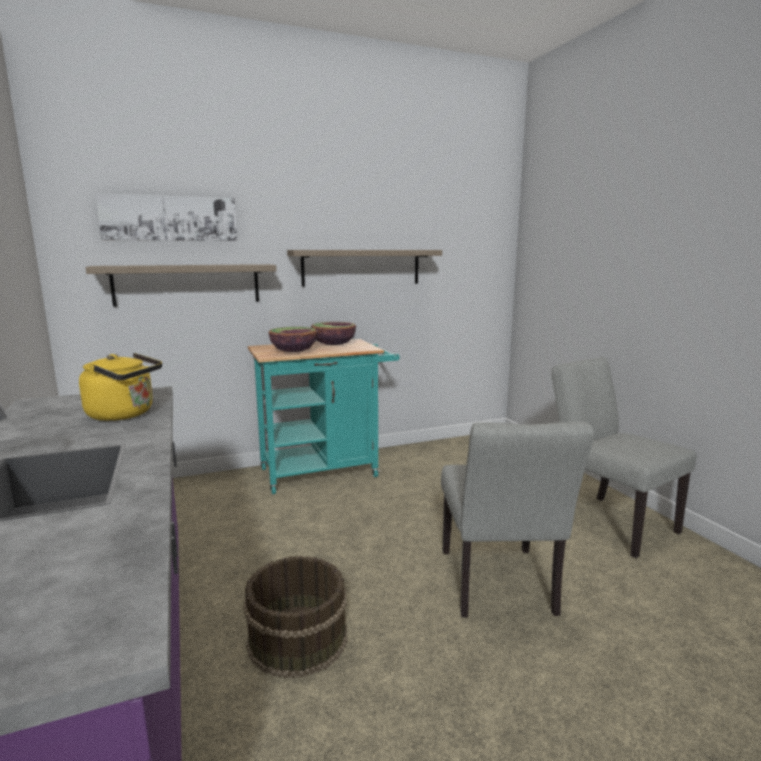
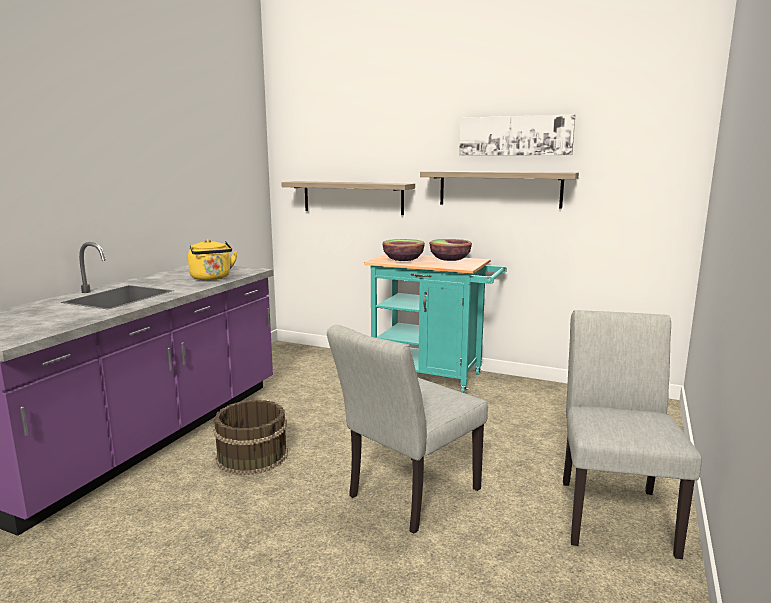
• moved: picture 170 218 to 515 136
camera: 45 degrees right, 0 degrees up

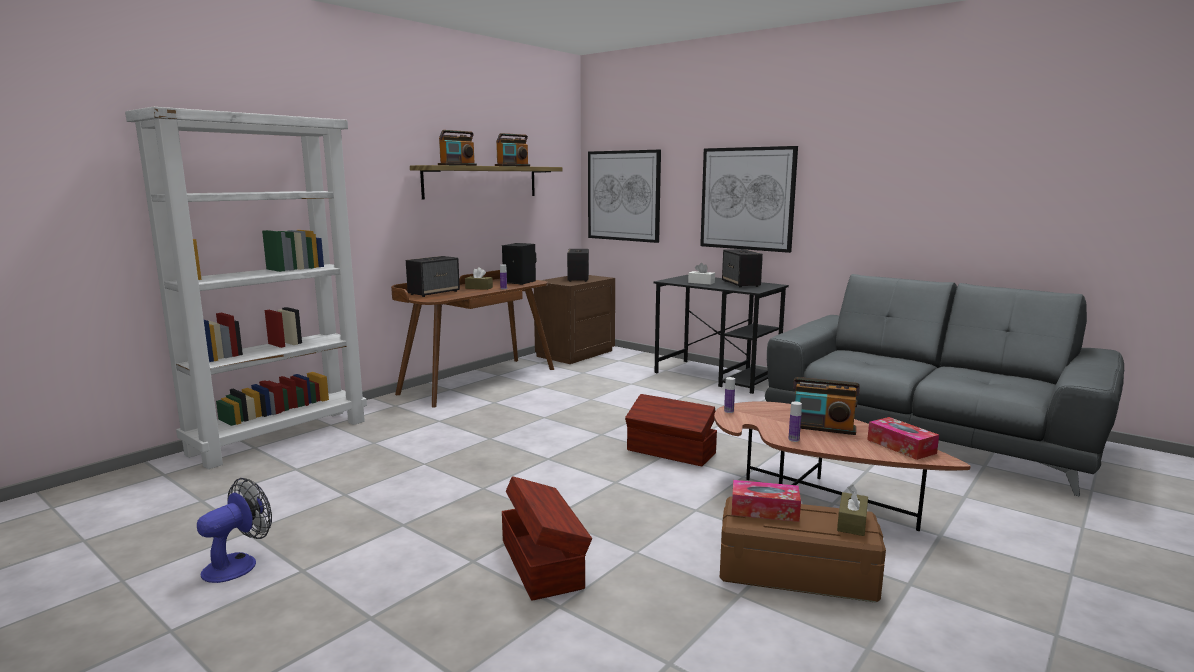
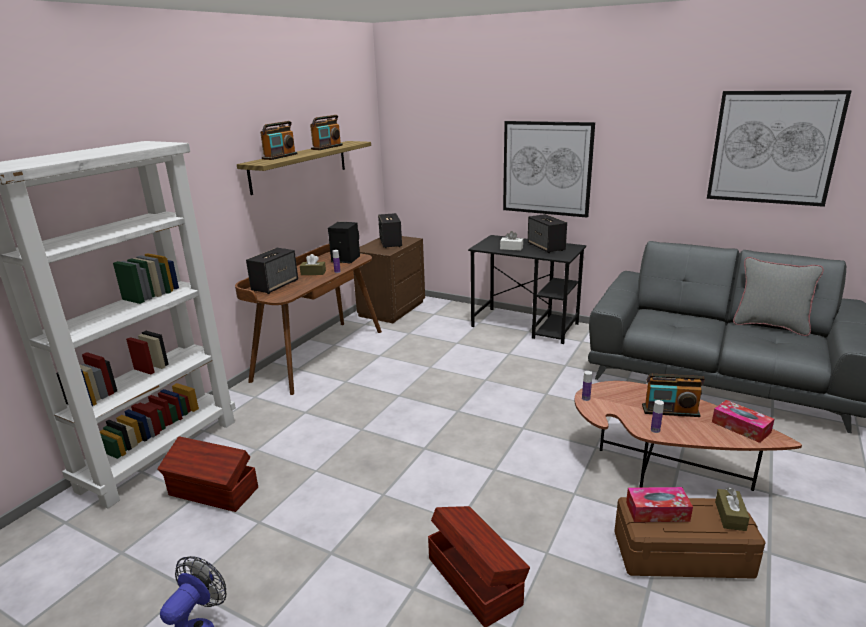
• moved: picture 623 196 to 773 148
• moved: brown storage box 671 452 to 213 492
• added: grey pillow 770 325
camera: 10 degrees left, 10 degrees up

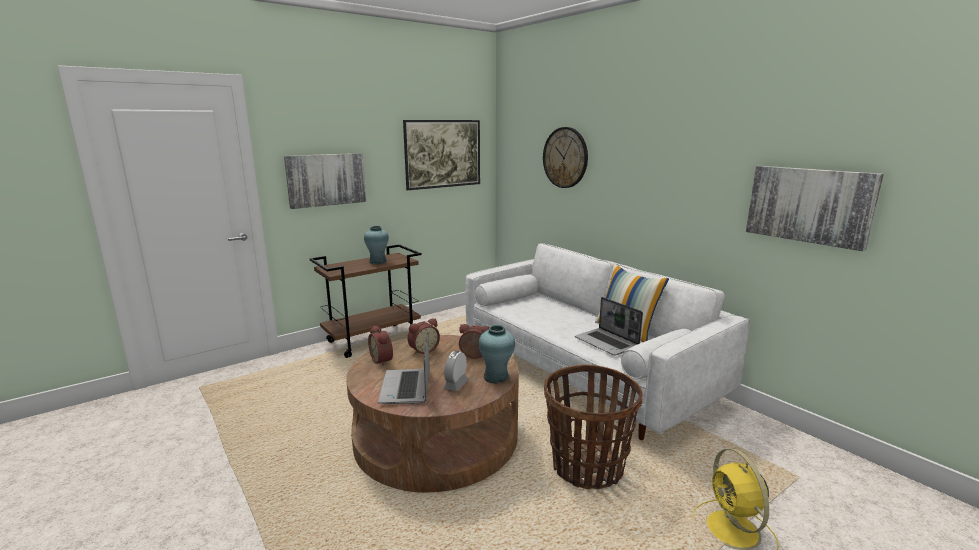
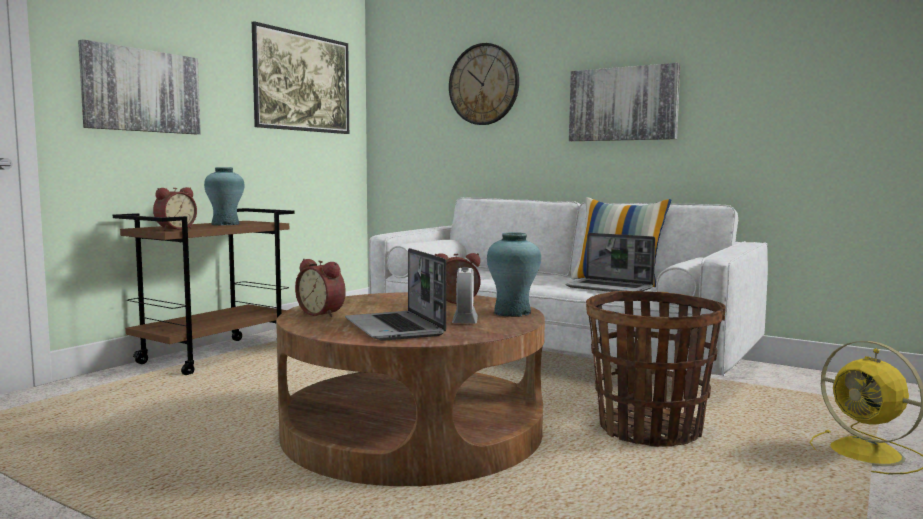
• moved: picture 809 205 to 623 104
• moved: alarm clock 423 350 to 174 229
camera: 20 degrees left, 10 degrees down

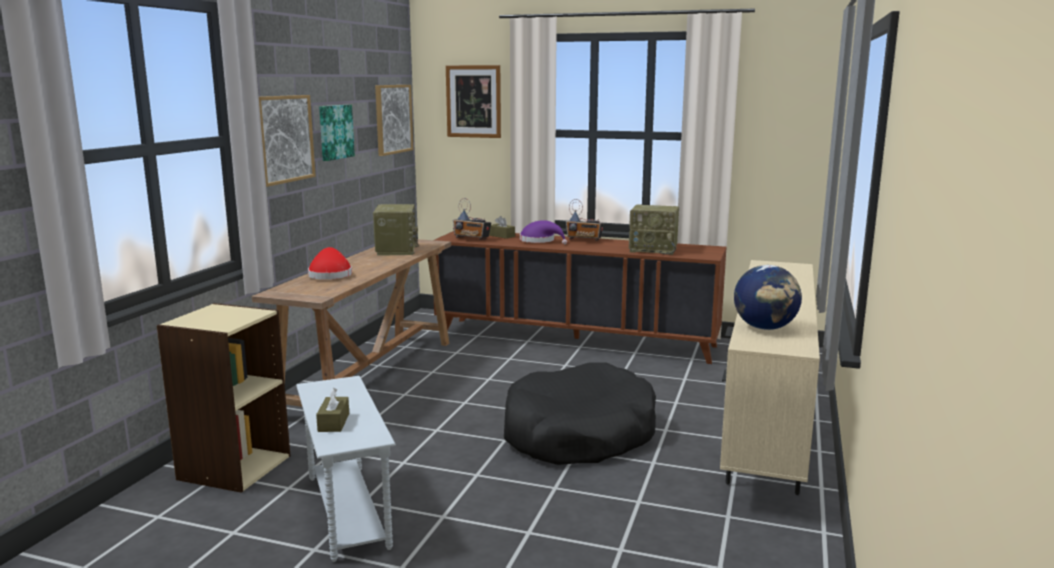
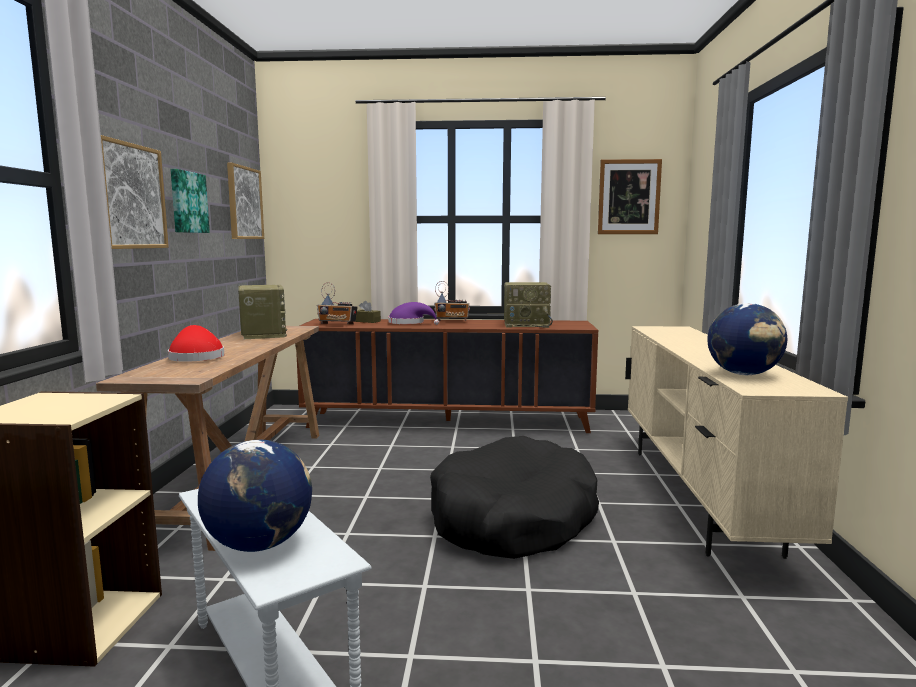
• moved: picture 473 101 to 629 197
• replaced: brown tissue box 333 422 to globe 259 544
camera: 15 degrees left, 5 degrees down

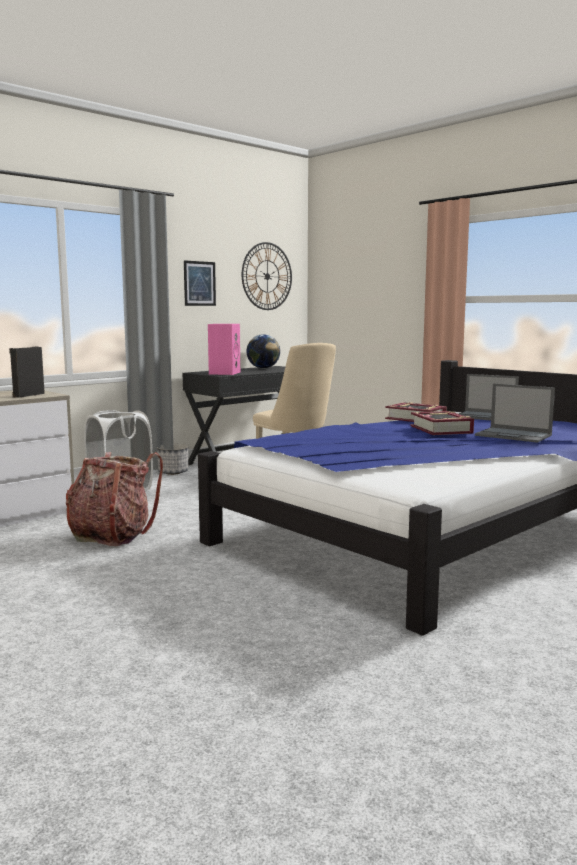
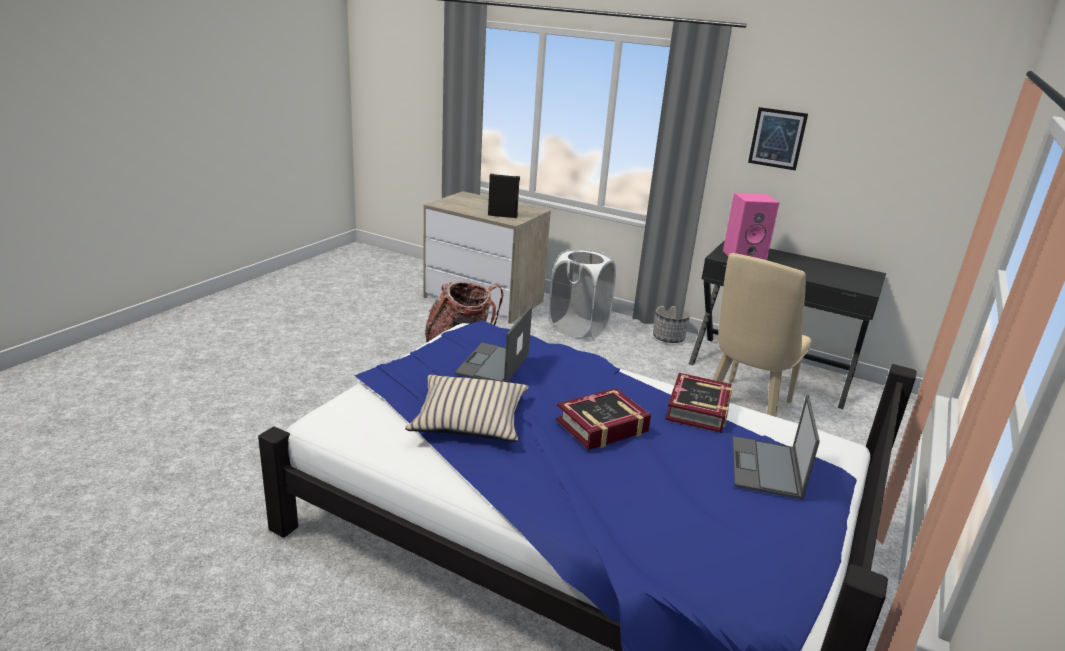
• removed: wall clock 267 276
• removed: globe 263 368
• moved: laptop 514 435 to 493 364
• added: beige pillow 469 419
camera: 70 degrees right, 15 degrees up

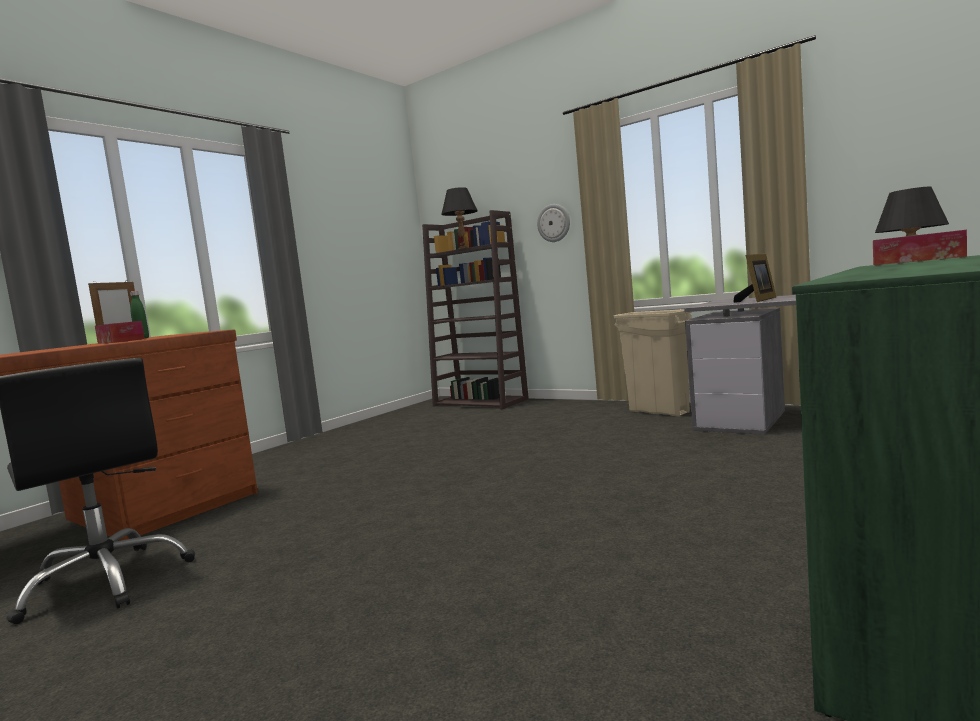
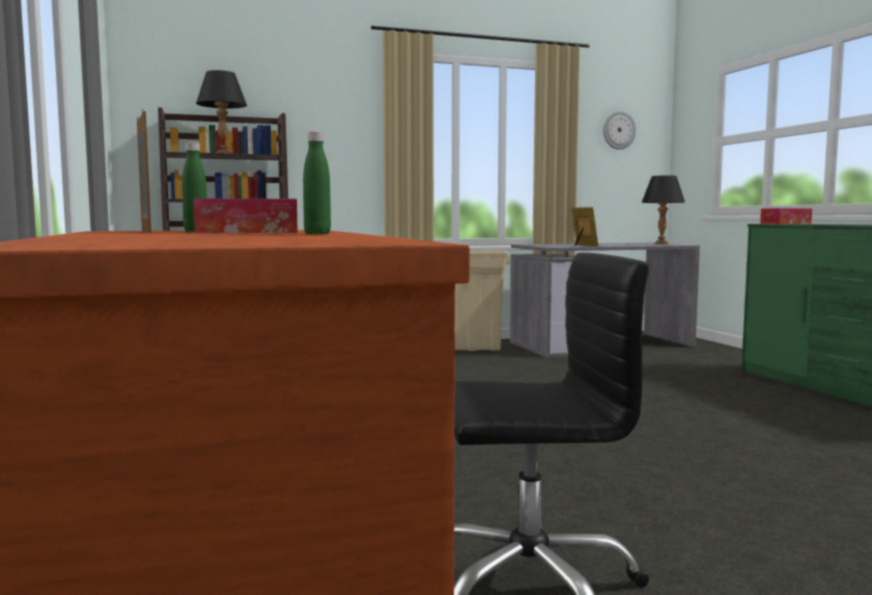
• moved: wall clock 554 223 to 618 130
• added: green bottle 317 233
camera: 55 degrees left, 0 degrees up

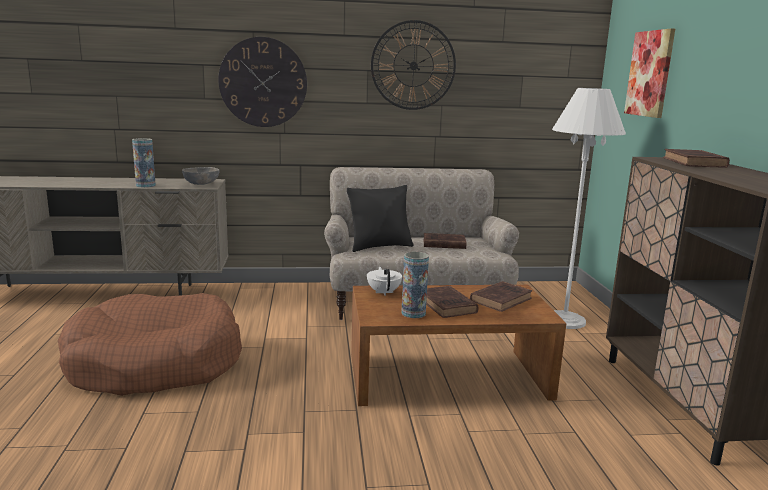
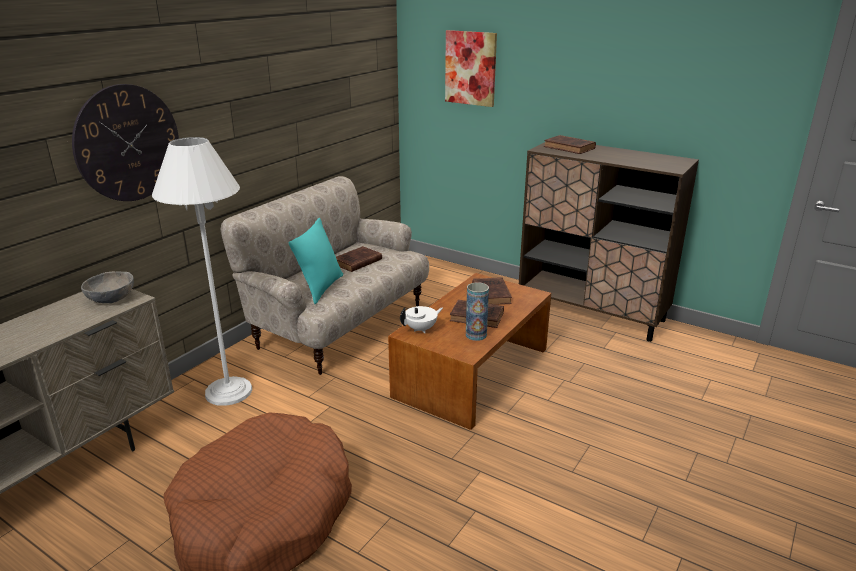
• removed: wall clock 413 65
• moved: white floor lamp 564 320 to 229 391
• removed: vase 145 185
• recoloured: black pillow 380 246 to turquoise pillow 321 288
• turned: white teapot 384 292 = 421 329 120 degrees clockwise
camera: 50 degrees left, 10 degrees up

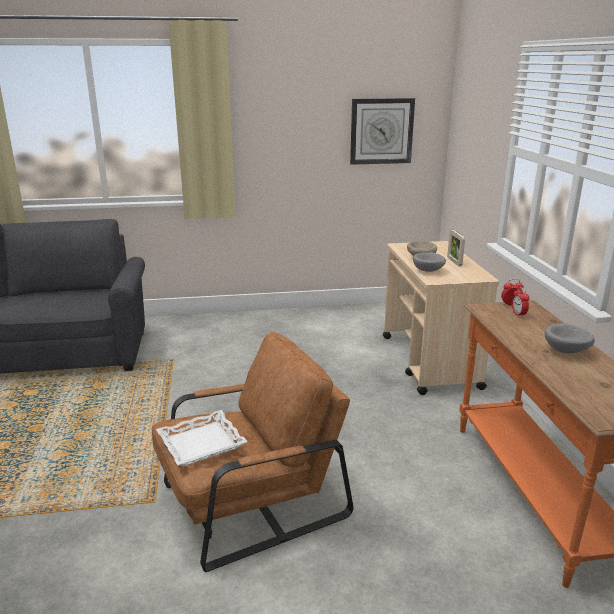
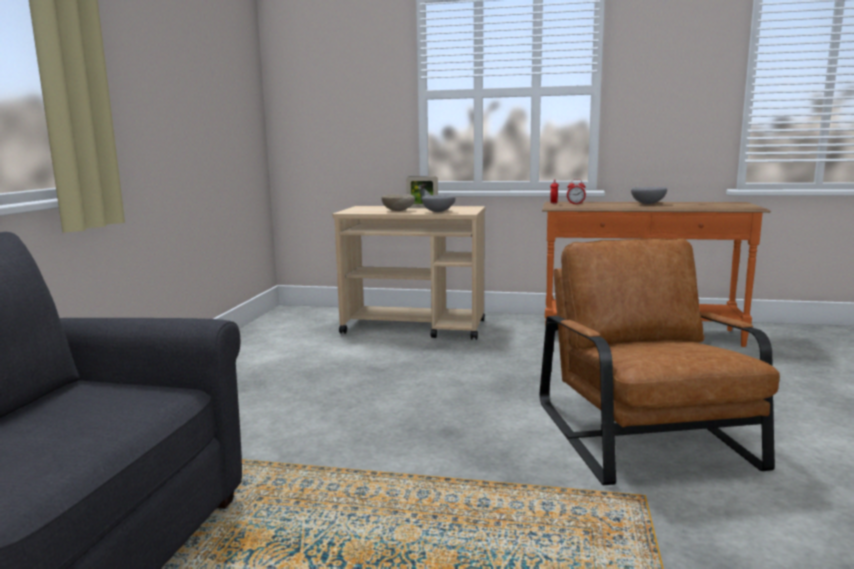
• removed: wall clock 381 131
• removed: white tray 201 443
camera: 70 degrees left, 10 degrees down

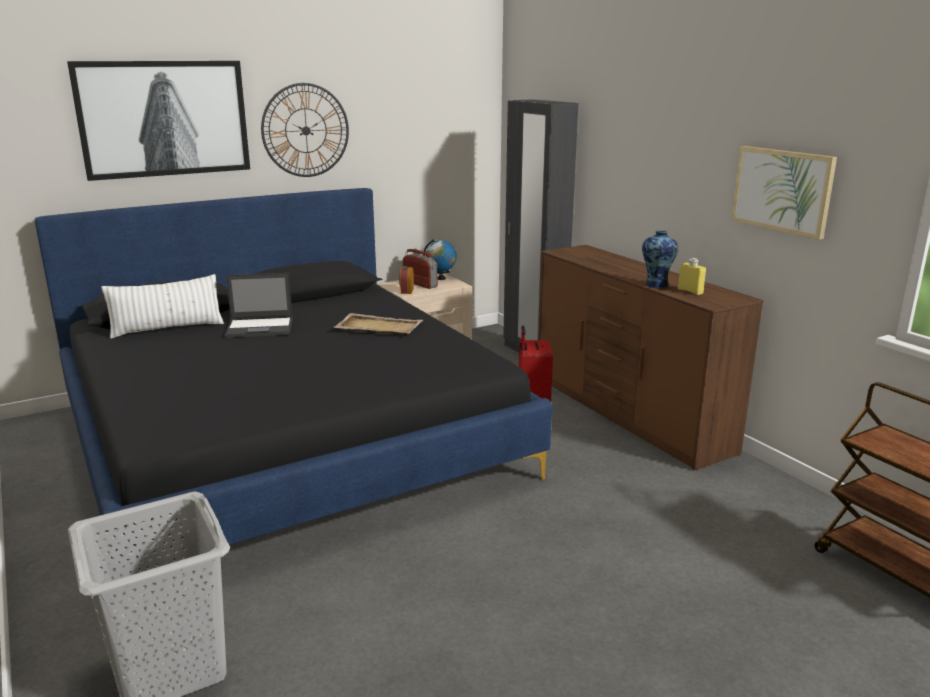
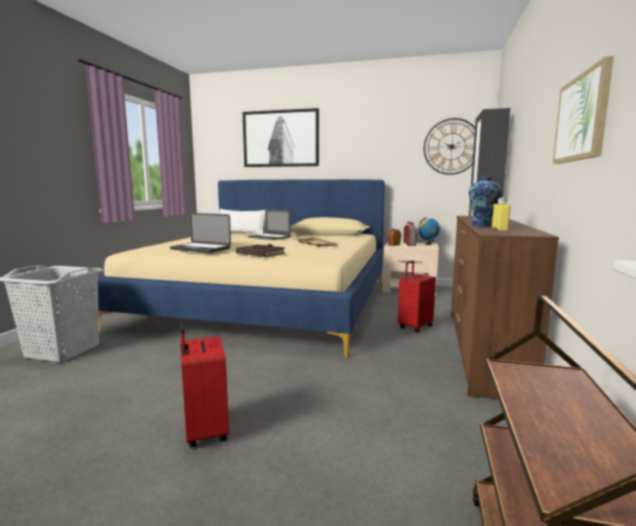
• moved: wall clock 306 130 to 451 146
• recoloured: black bed 288 440 to beige bed 267 302
• added: laptop 200 249
• added: black book 260 254
• added: red suitcase 204 432
camera: 45 degrees right, 10 degrees down

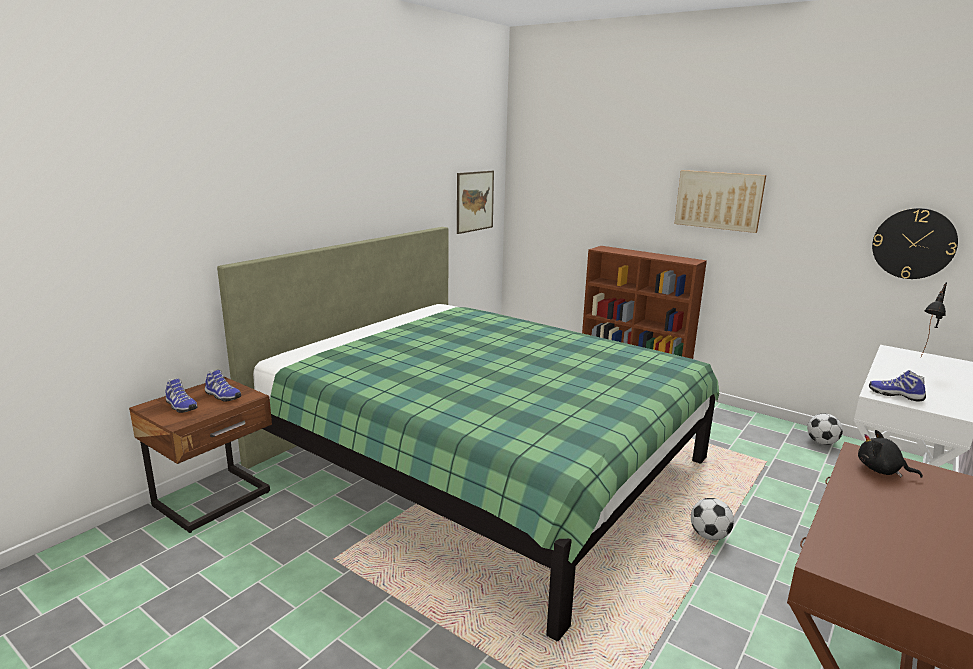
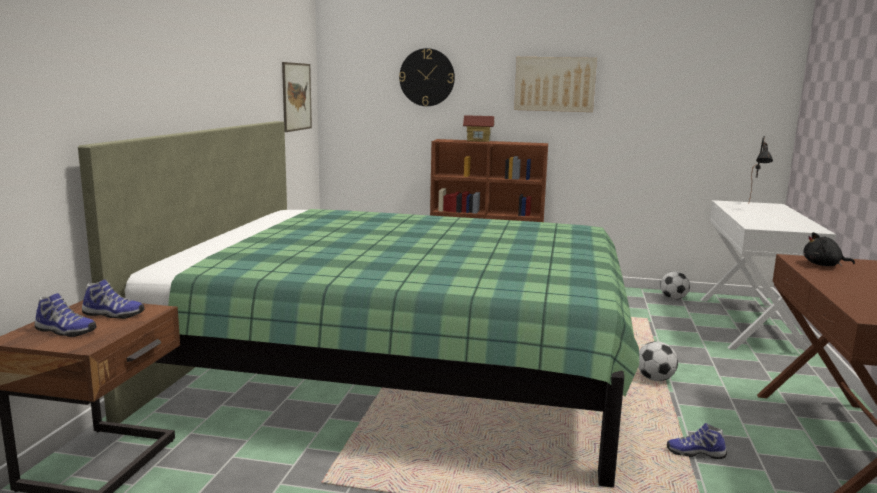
• moved: wall clock 913 243 to 427 77
• moved: shoe 895 395 to 695 453
• added: toy house 478 141
camera: 25 degrees left, 5 degrees down

